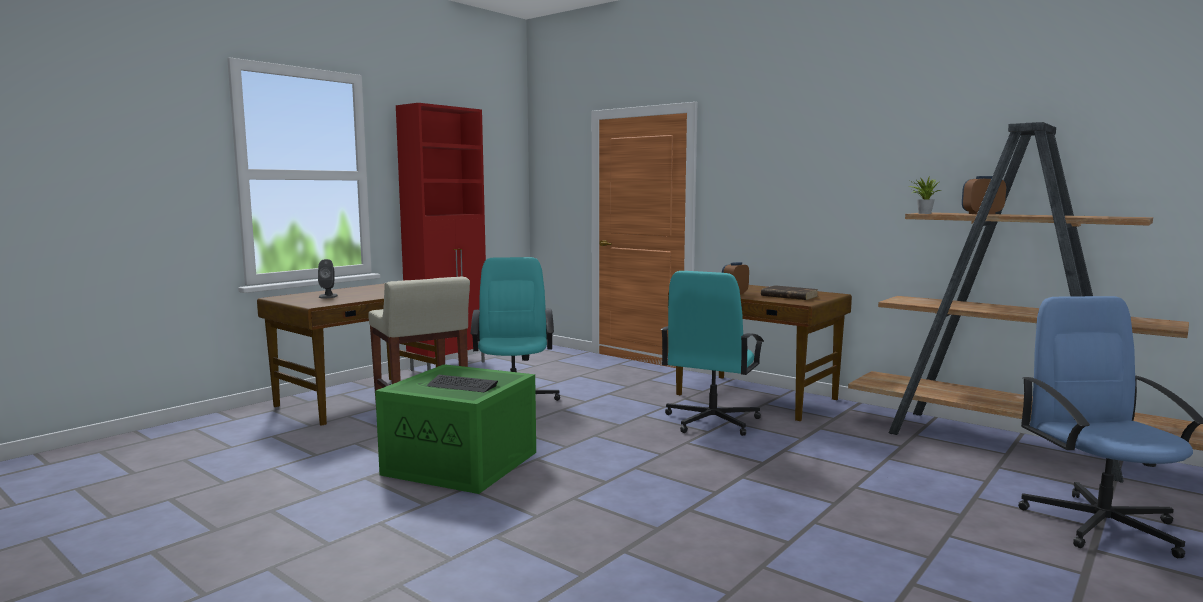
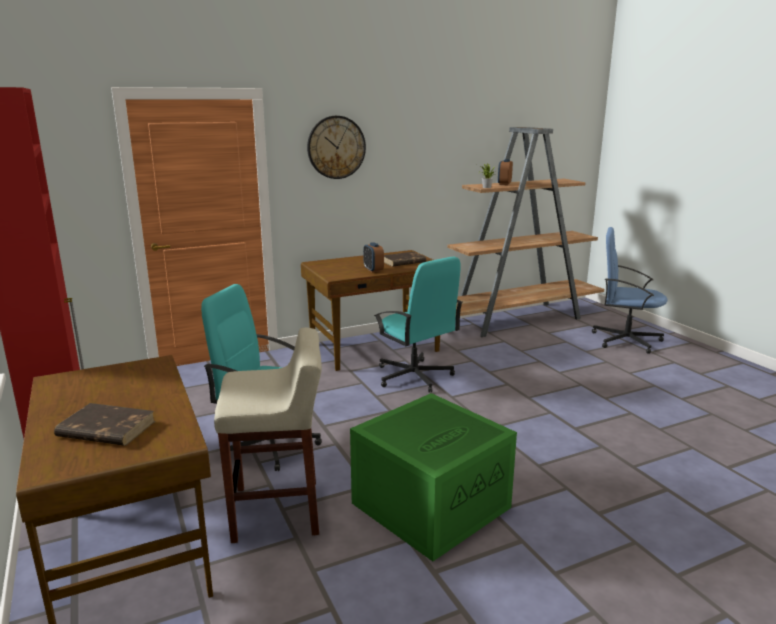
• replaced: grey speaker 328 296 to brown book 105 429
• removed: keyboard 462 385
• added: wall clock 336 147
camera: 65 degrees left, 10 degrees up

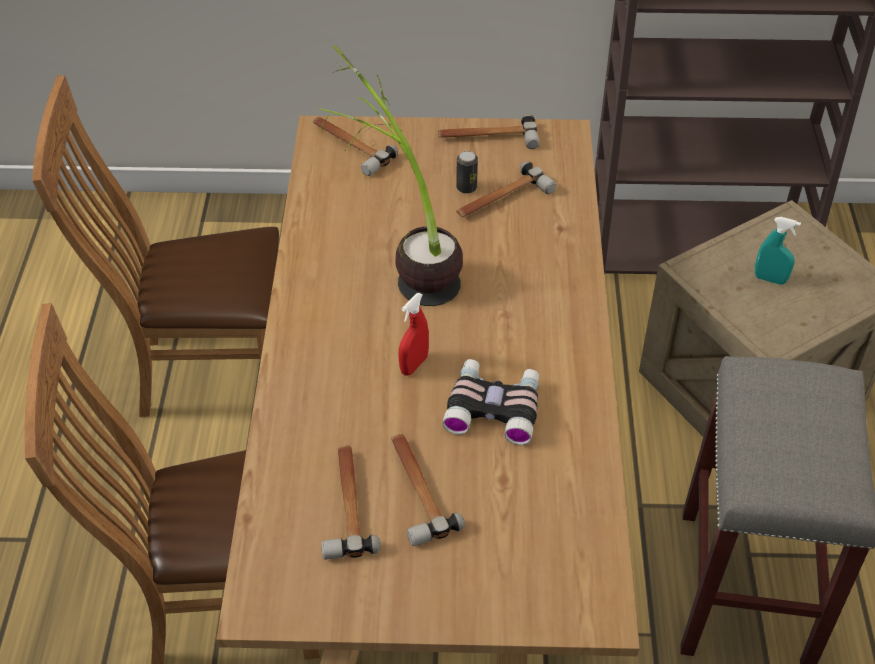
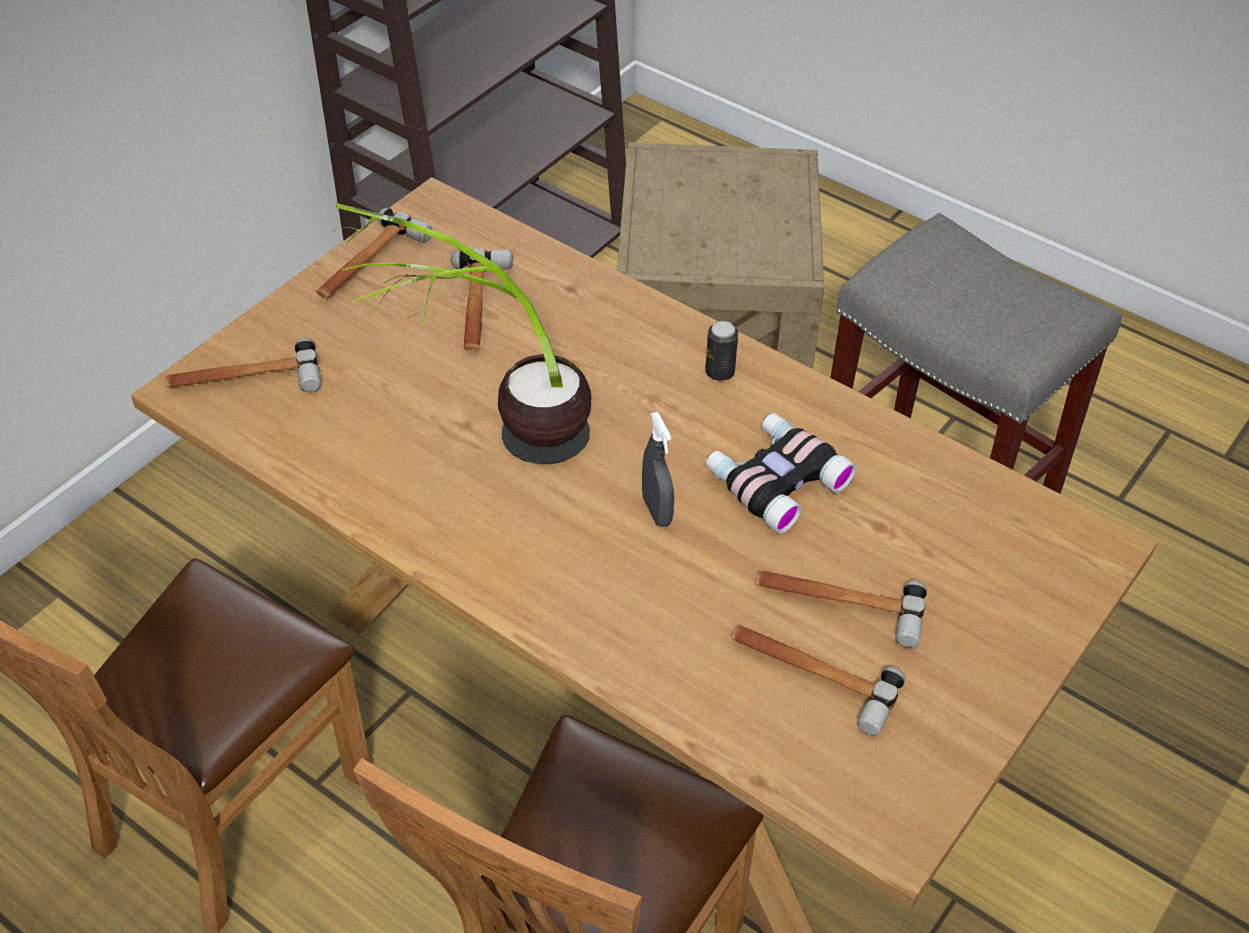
• moved: can 466 187 to 720 372
• removed: turquoise spray bottle 770 279
• recoloured: red spray bottle 414 365 to grey spray bottle 657 511
camera: 55 degrees left, 0 degrees up

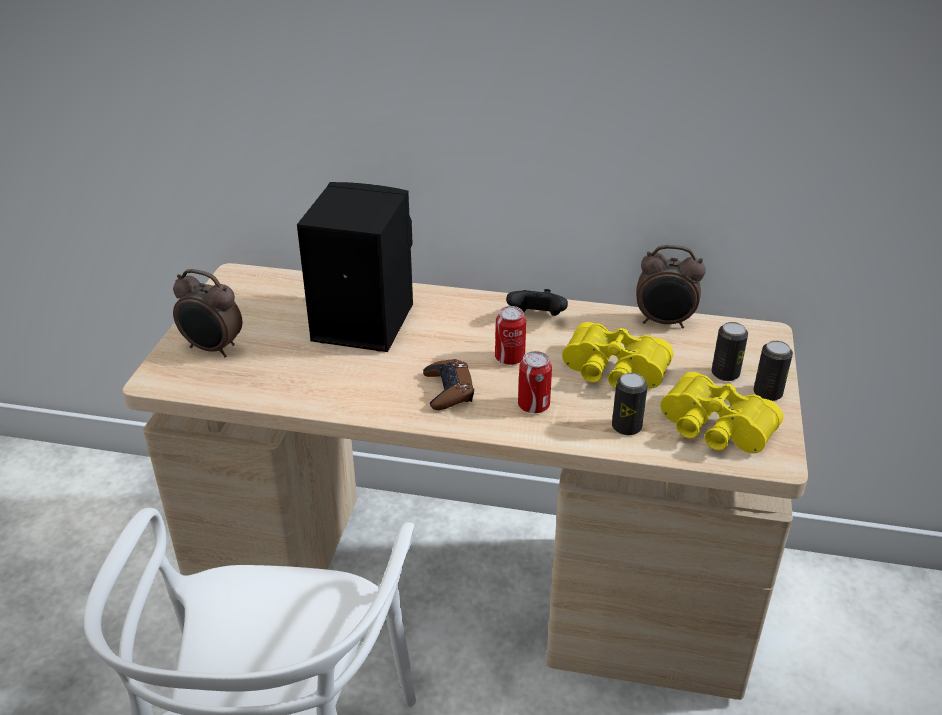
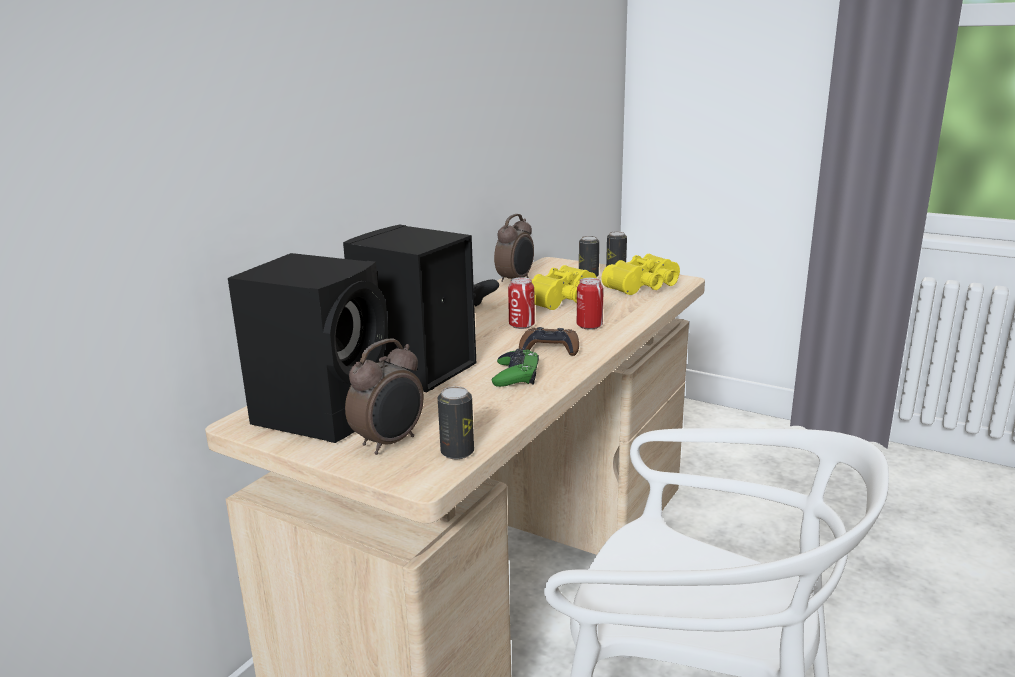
• moved: can 626 427 to 457 452
• added: black speaker 325 413
• added: green game controller 516 375
camera: 70 degrees left, 15 degrees down

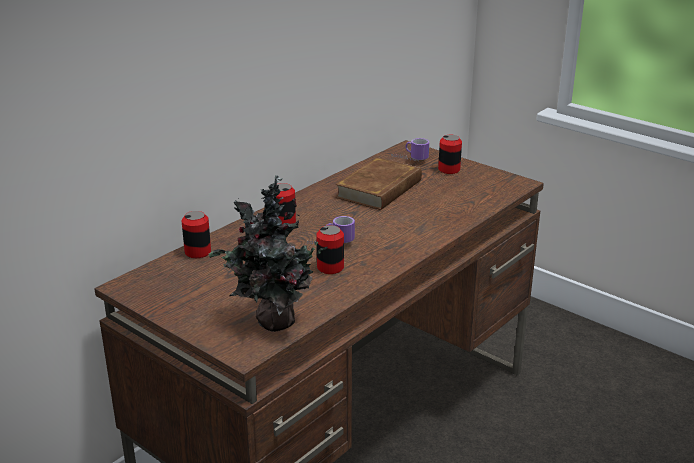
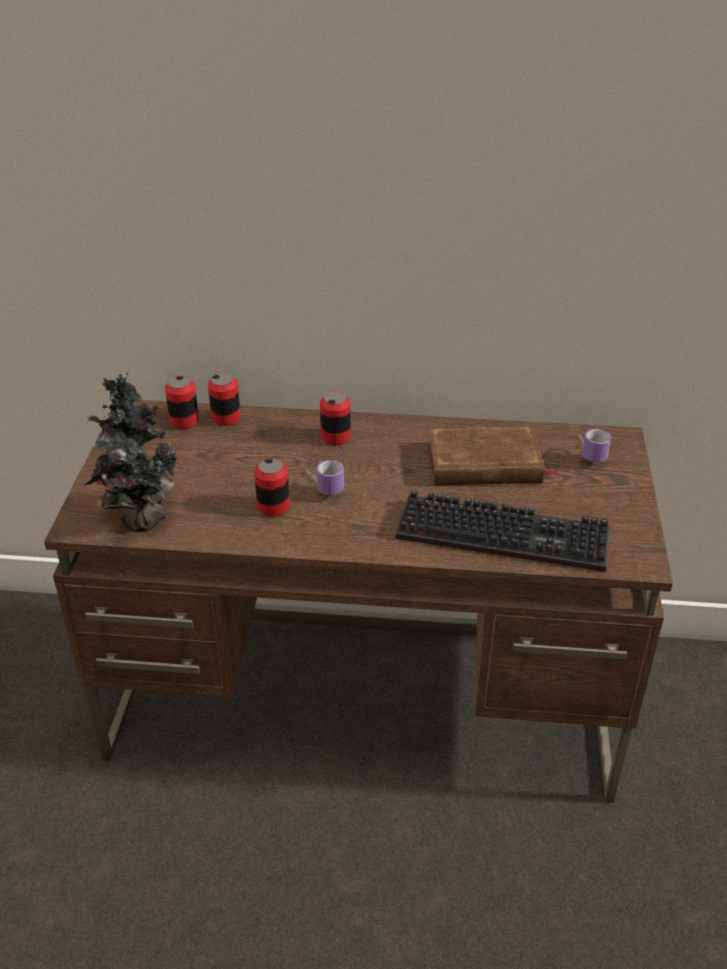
• moved: can 449 169 to 184 421
• added: keyboard 507 533
camera: 55 degrees right, 10 degrees up

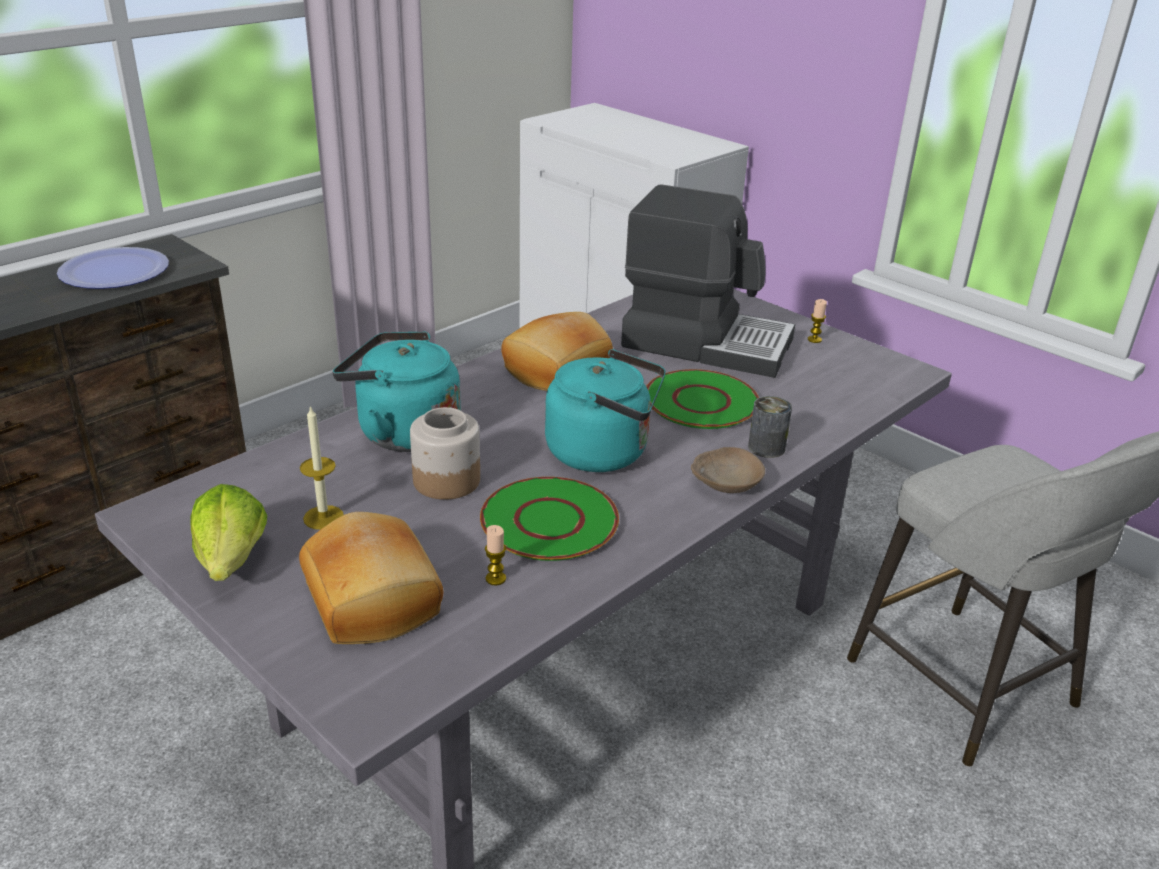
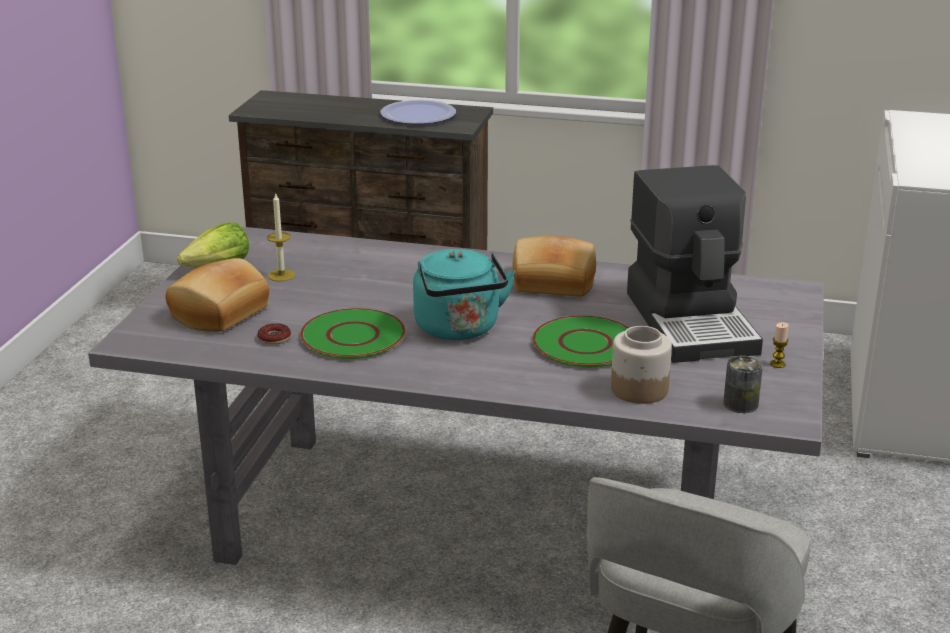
• removed: turquoise kettle 402 432
• moved: can 766 447 to 740 404
• moved: jar 446 481 to 638 389
• removed: beige bowl 725 483
• replaced: candle 495 578 to donut 274 338
camera: 60 degrees right, 5 degrees down

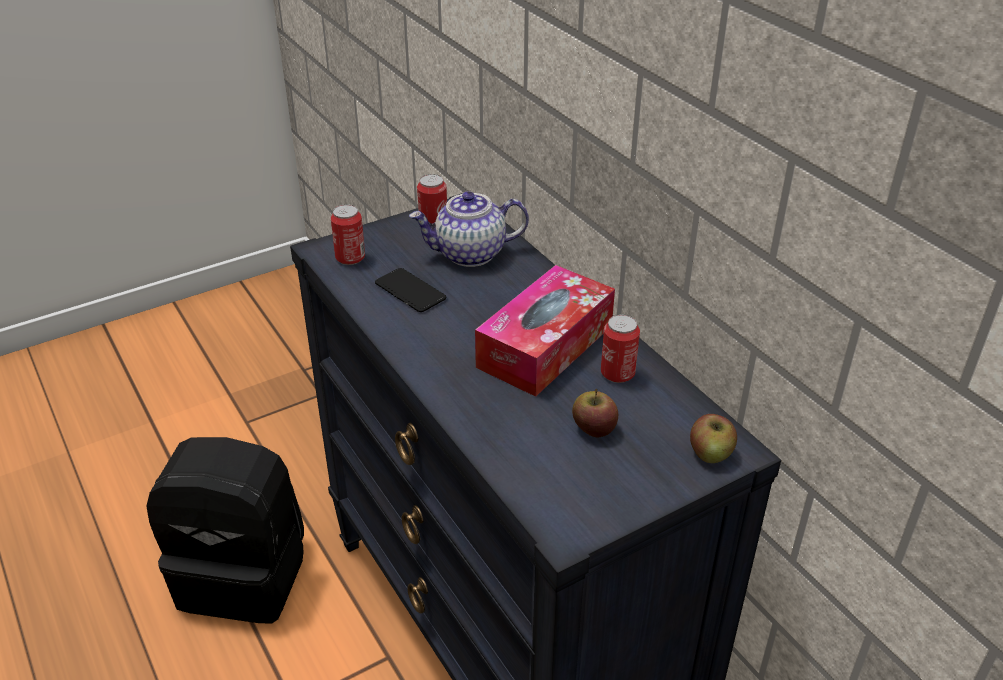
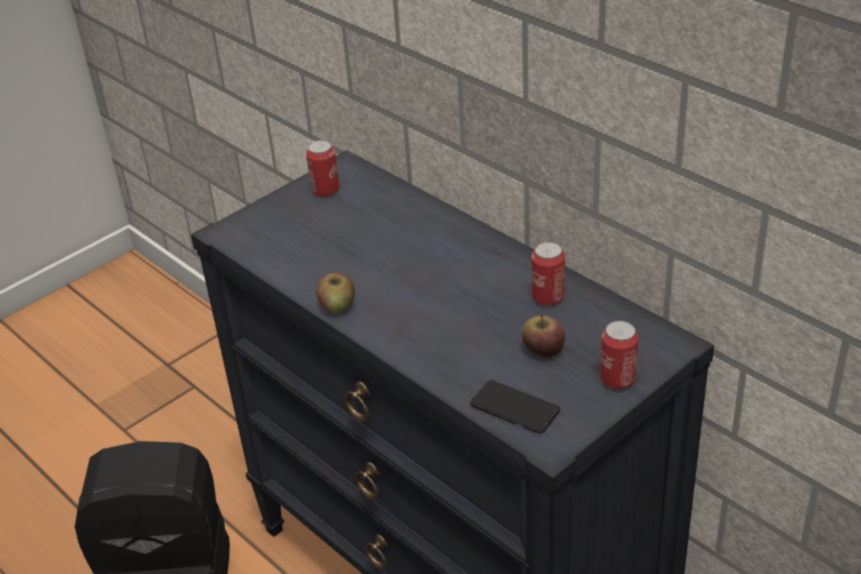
• removed: teapot 470 254
• moved: can 350 258 to 617 379
• removed: tissue box 545 346
• moved: phone 410 291 to 514 408
• moved: apple 710 453 to 337 306
camera: 10 degrees left, 0 degrees up

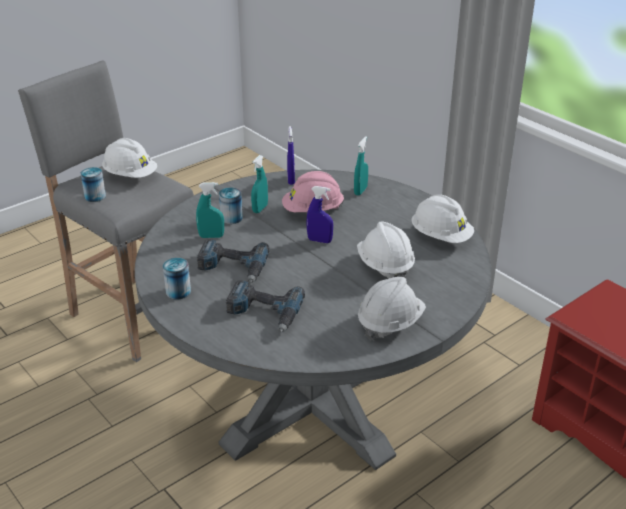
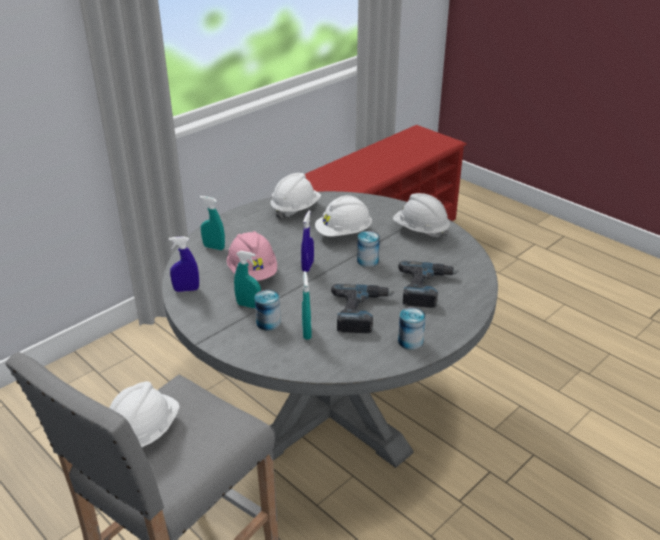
• moved: can 95 196 to 367 261
camera: 95 degrees left, 0 degrees up

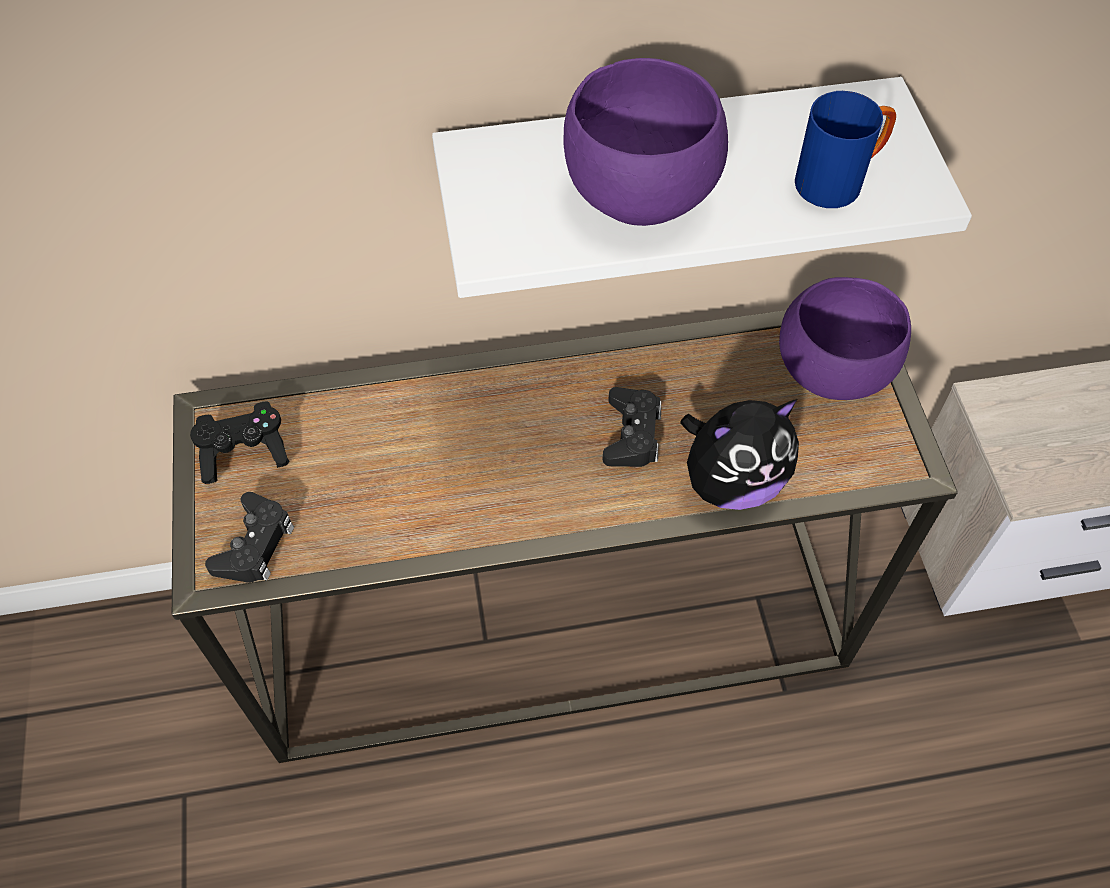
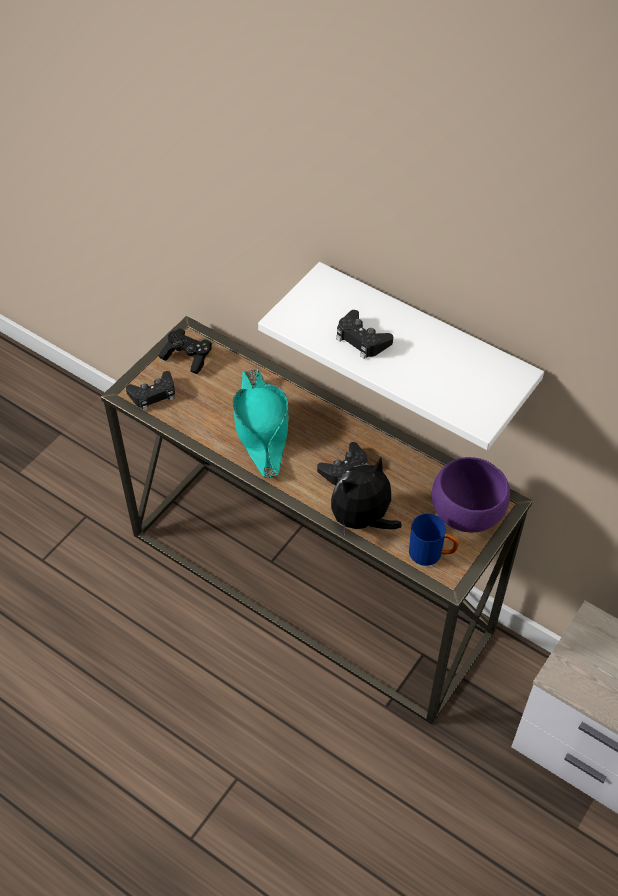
• replaced: purple bowl 637 198 to black game controller 362 339
• moved: blue mug 838 181 to 431 554
• turned: plush toy 731 481 = 362 520 120 degrees clockwise
• added: turquoise hat 261 428
camera: 45 degrees right, 5 degrees down

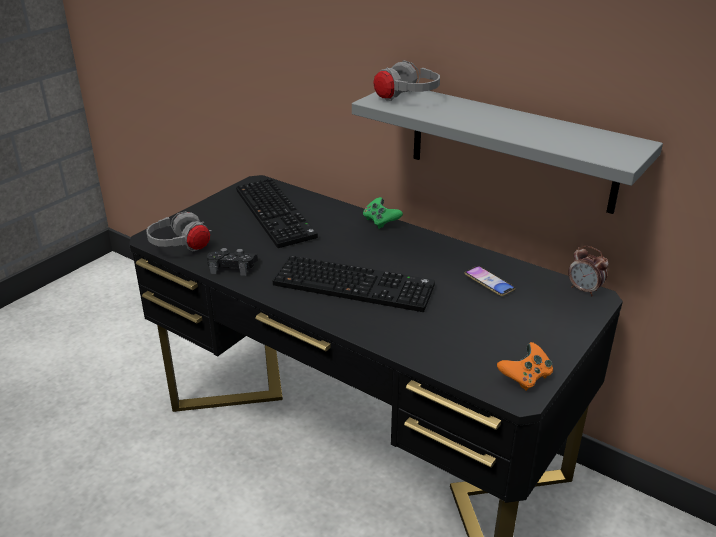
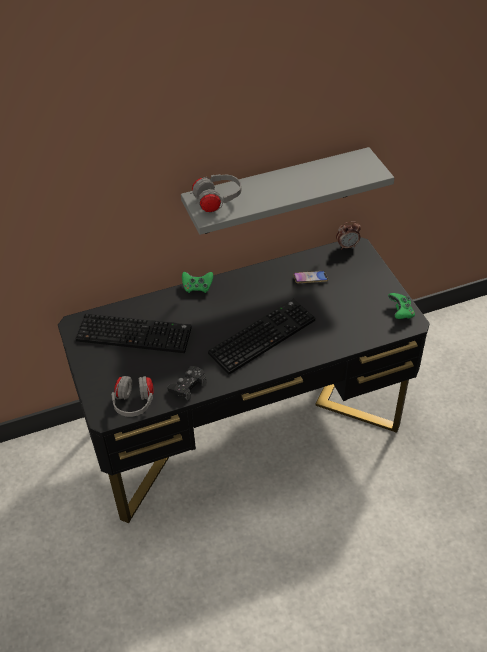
• recoloured: orange game controller 525 377 to green game controller 401 312
camera: 55 degrees left, 15 degrees up

